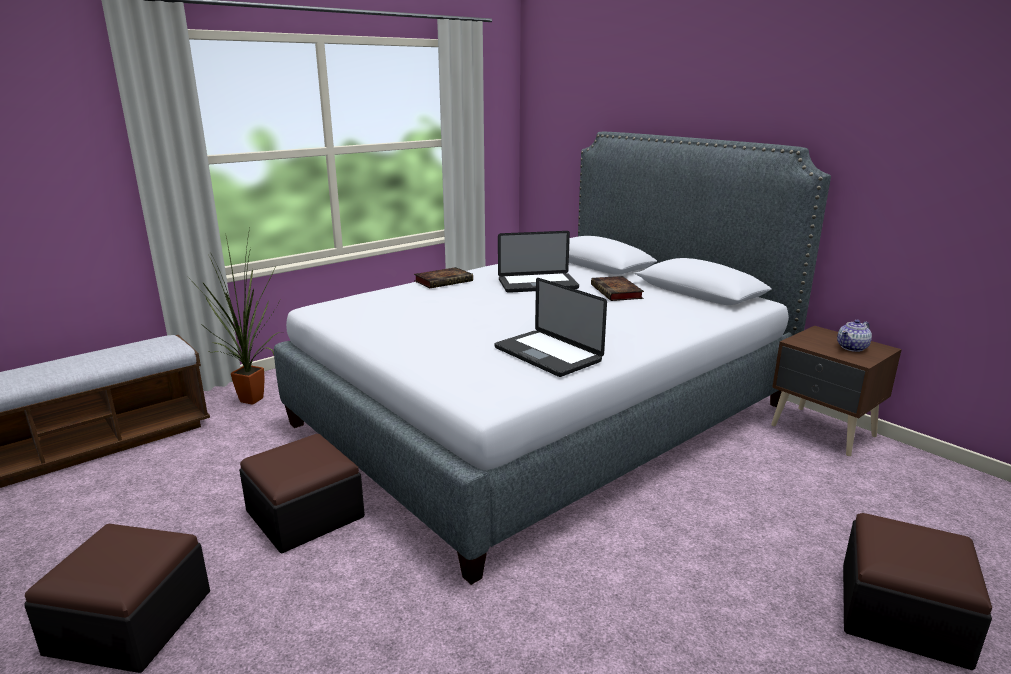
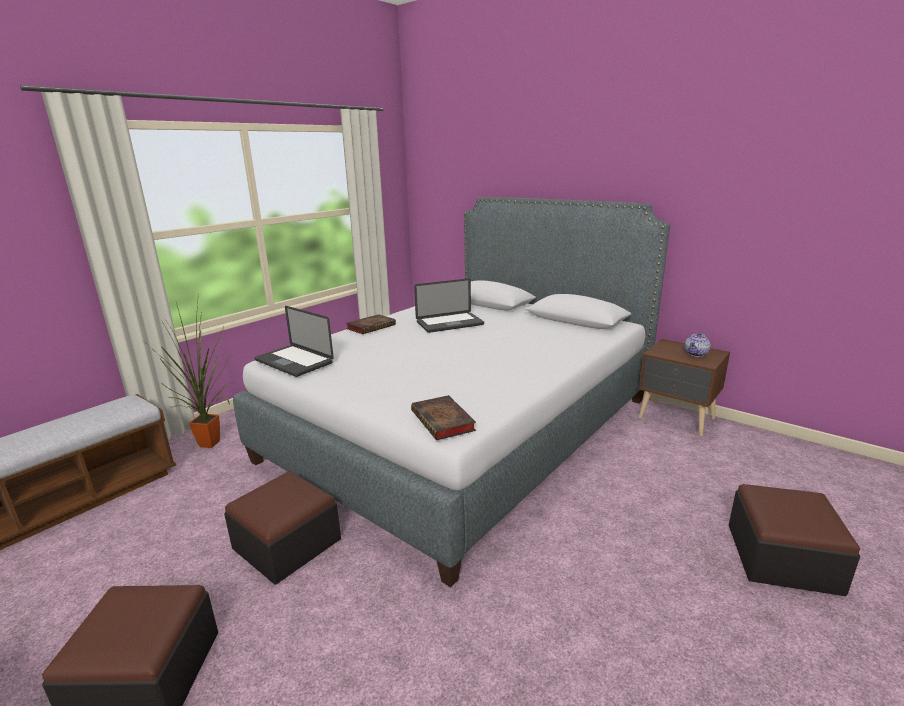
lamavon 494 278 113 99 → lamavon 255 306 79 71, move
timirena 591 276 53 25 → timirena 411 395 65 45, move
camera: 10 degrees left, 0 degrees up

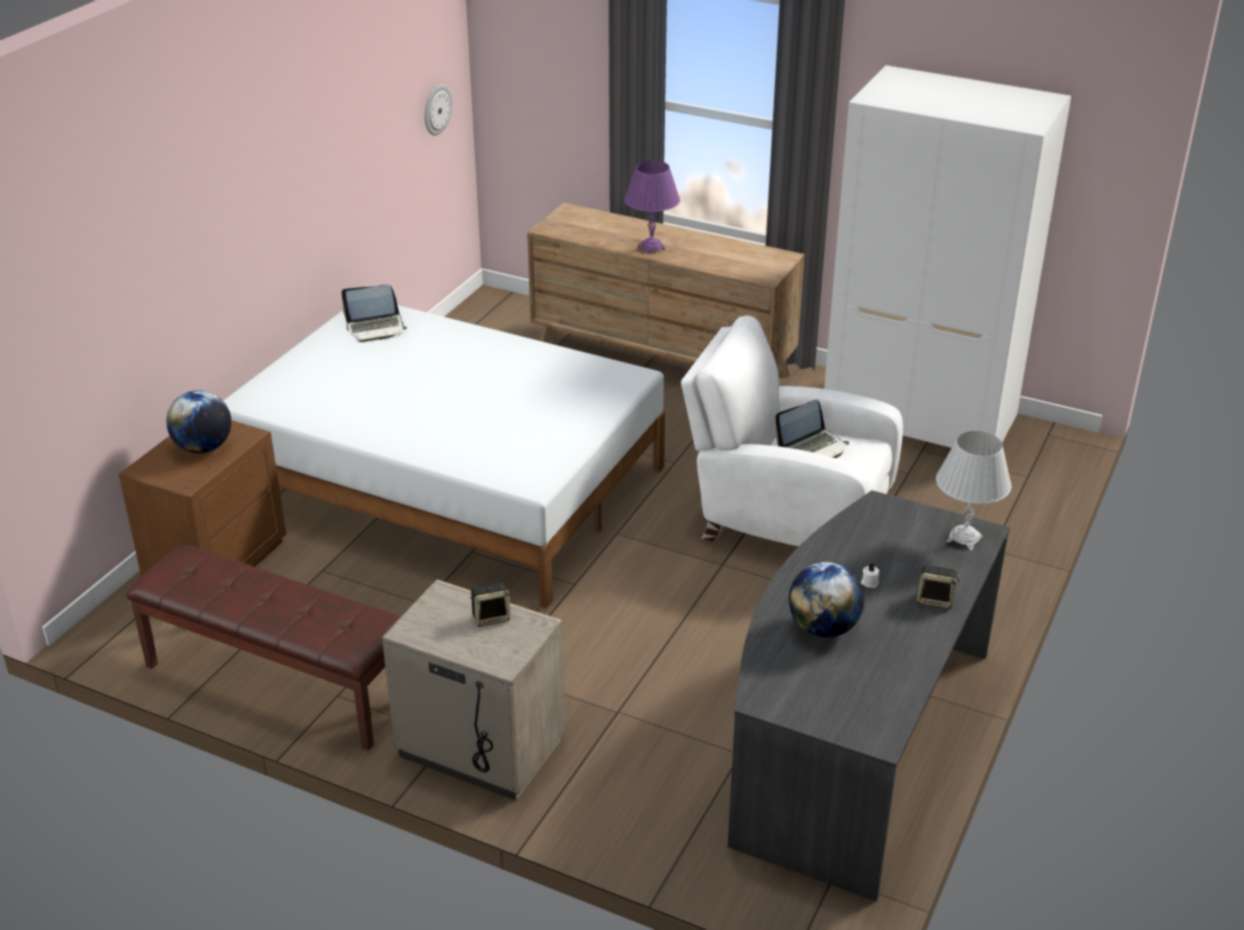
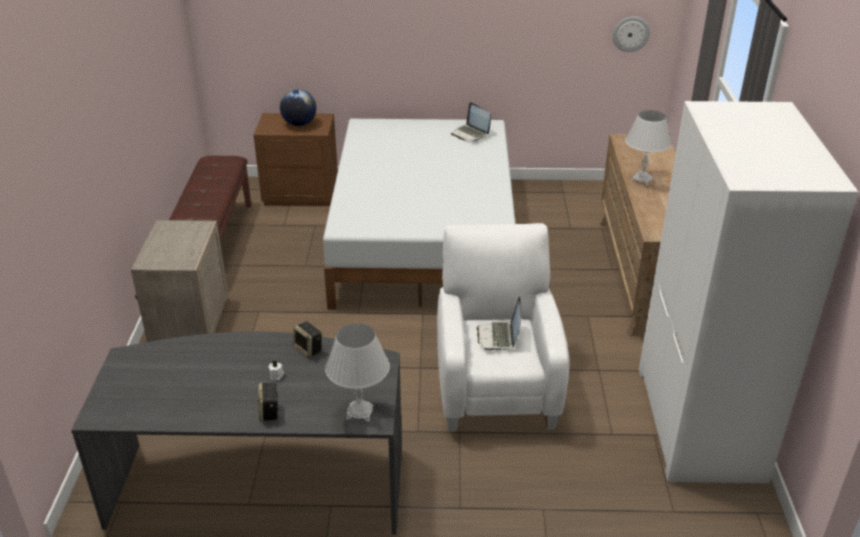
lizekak 470 582 41 45 → lizekak 293 321 28 37, move
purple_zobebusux 624 160 56 94 → white_zobebusux 625 110 46 76
lamavon 775 400 74 58 → lamavon 477 297 44 54, 60 degrees clockwise
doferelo 789 562 75 76 → -
camera: 65 degrees right, 0 degrees up

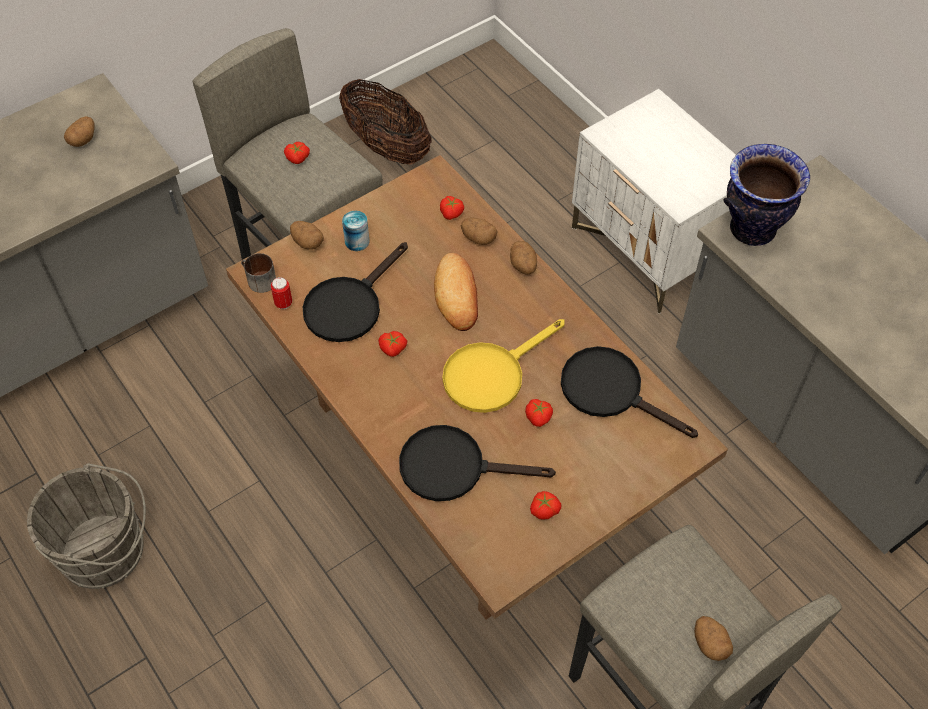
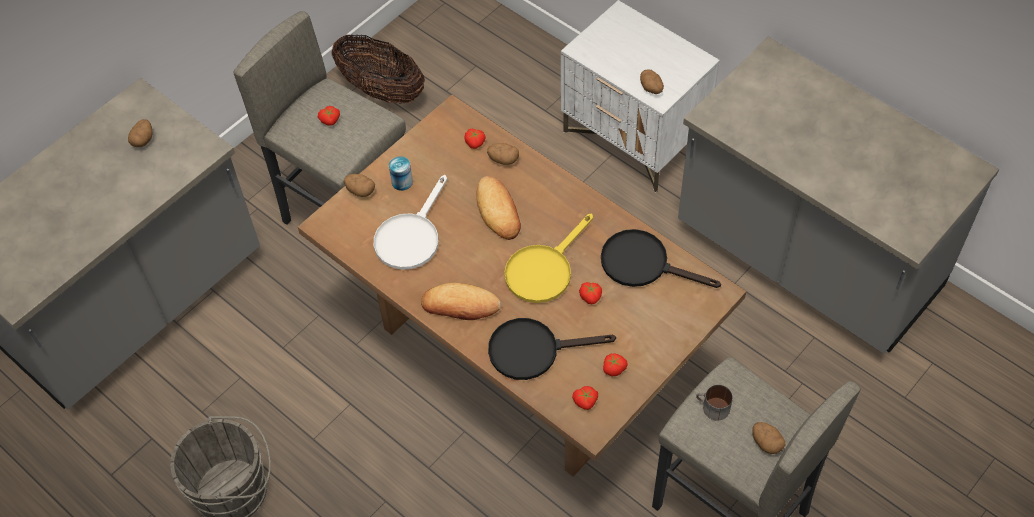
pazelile 241 253 35 40 → pazelile 696 385 37 36, move
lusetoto 271 277 21 32 → -
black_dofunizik 303 242 105 100 → white_dofunizik 374 175 73 95
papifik 378 331 29 26 → papifik 572 386 26 24, move
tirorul 510 241 27 34 → tirorul 640 69 24 25, move
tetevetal 724 144 86 102 → -
- → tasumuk 421 283 80 37
camera: 10 degrees left, 0 degrees up

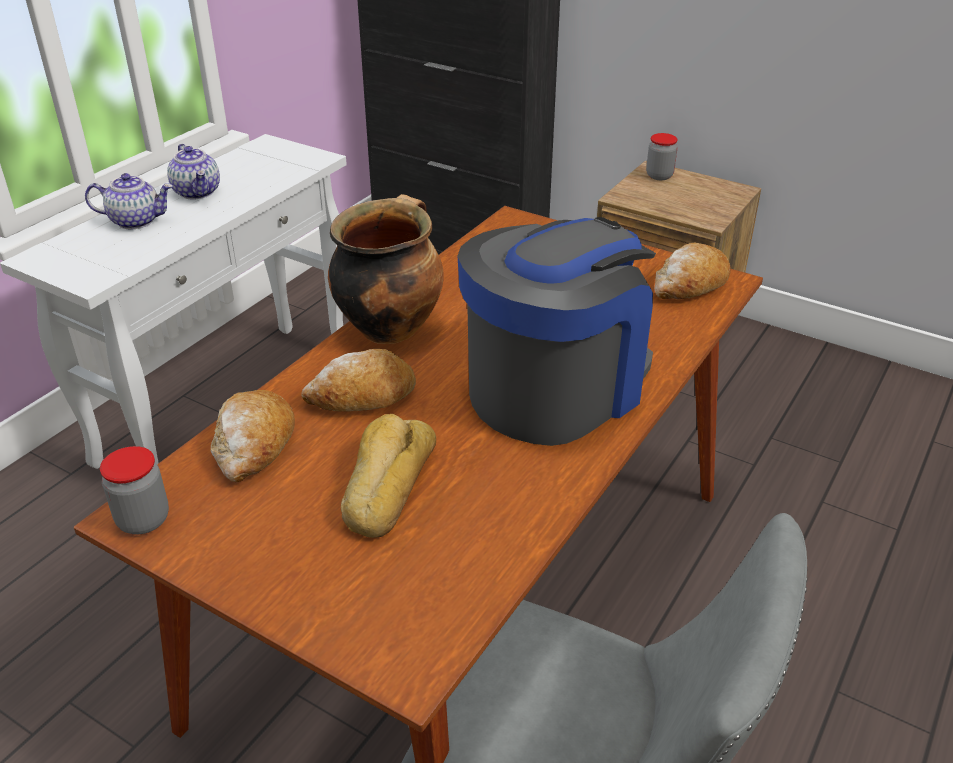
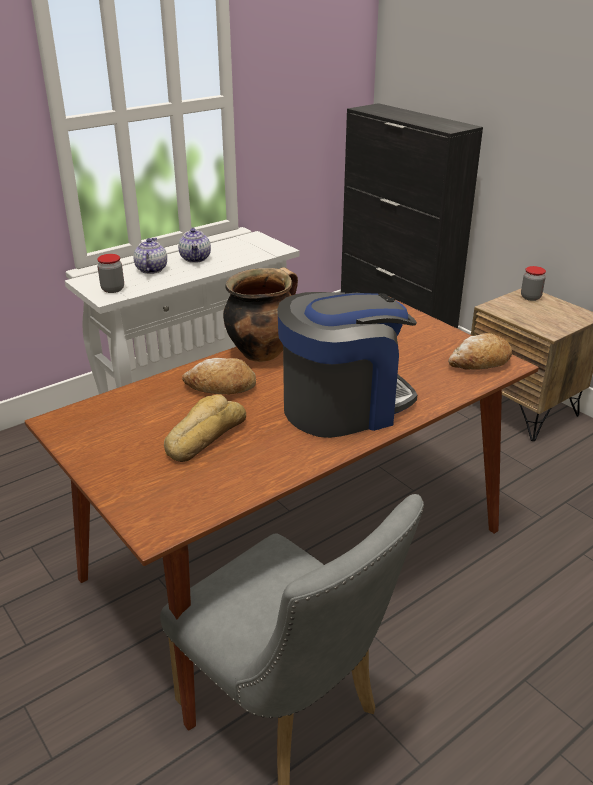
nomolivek 85 173 88 56 → nomolivek 133 238 34 36, 105 degrees counterclockwise
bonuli 100 446 69 88 → bonuli 97 254 27 39, move
tasumuk 211 390 84 92 → -
camera: 20 degrees right, 5 degrees down

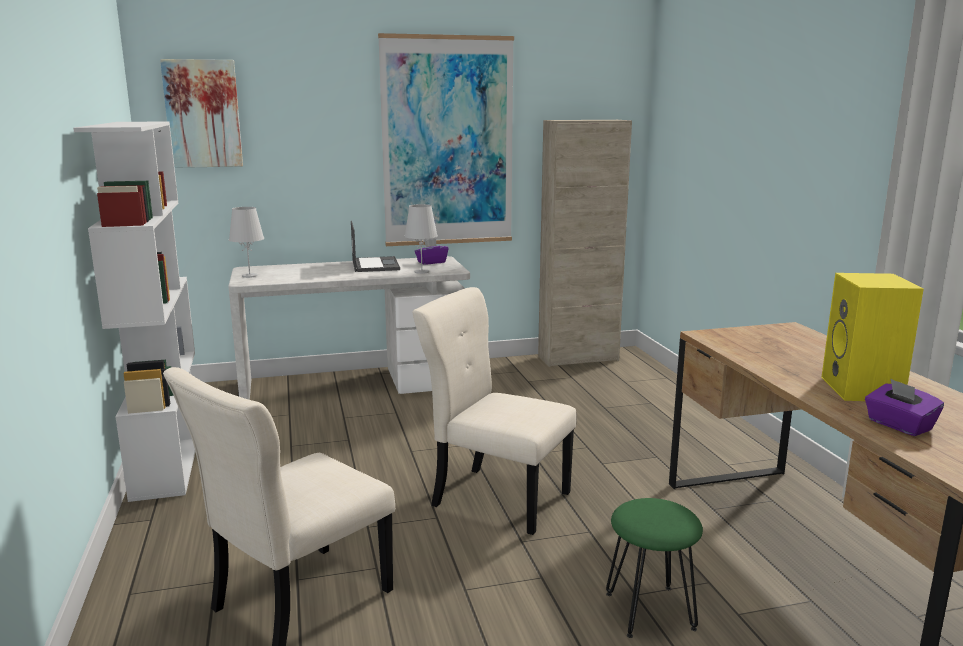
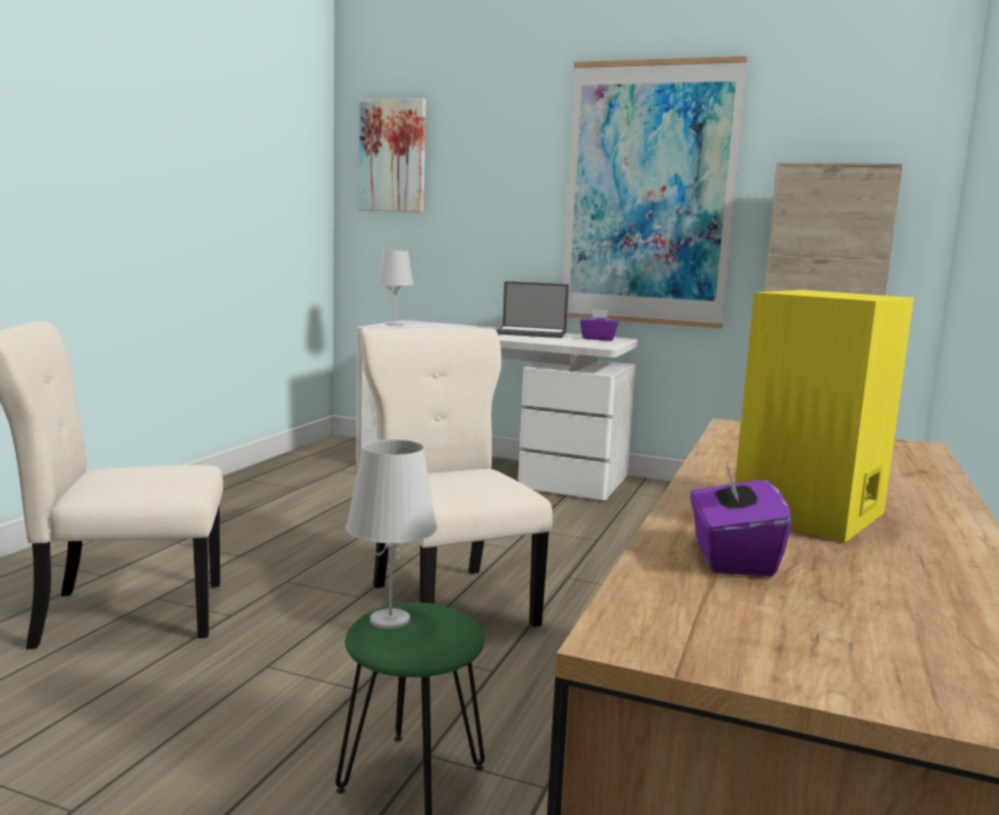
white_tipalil 73 121 122 381 → -
lamavon 351 221 49 51 → lamavon 496 281 73 57, 75 degrees clockwise
white_zobebusux 404 204 34 70 → white_zobebusux 346 439 91 190, move
camera: 35 degrees right, 5 degrees down

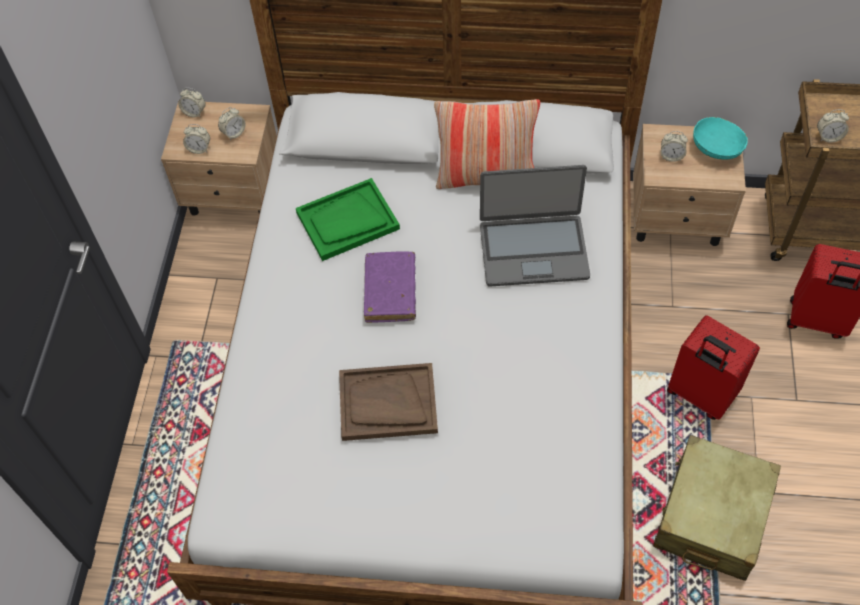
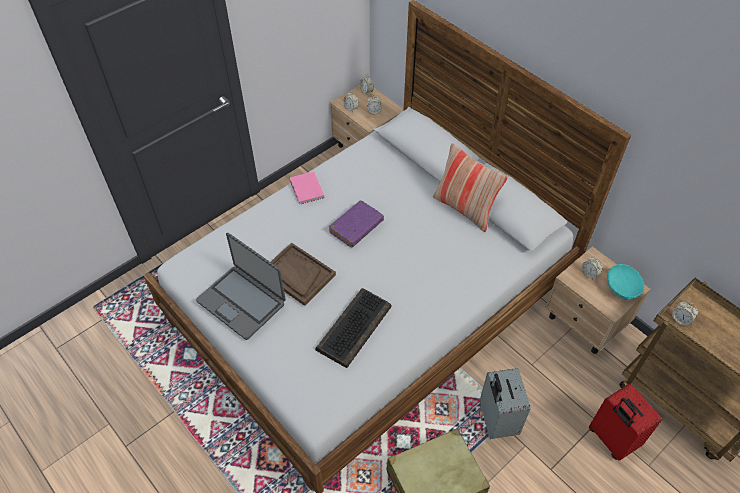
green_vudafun 296 178 104 83 → -
lamavon 480 165 110 122 → lamavon 196 233 90 107, move
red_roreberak 667 316 93 104 → grey_roreberak 480 368 51 71
- → pink_timirena 290 171 35 34
- → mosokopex 315 288 77 80
camera: 40 degrees right, 5 degrees down

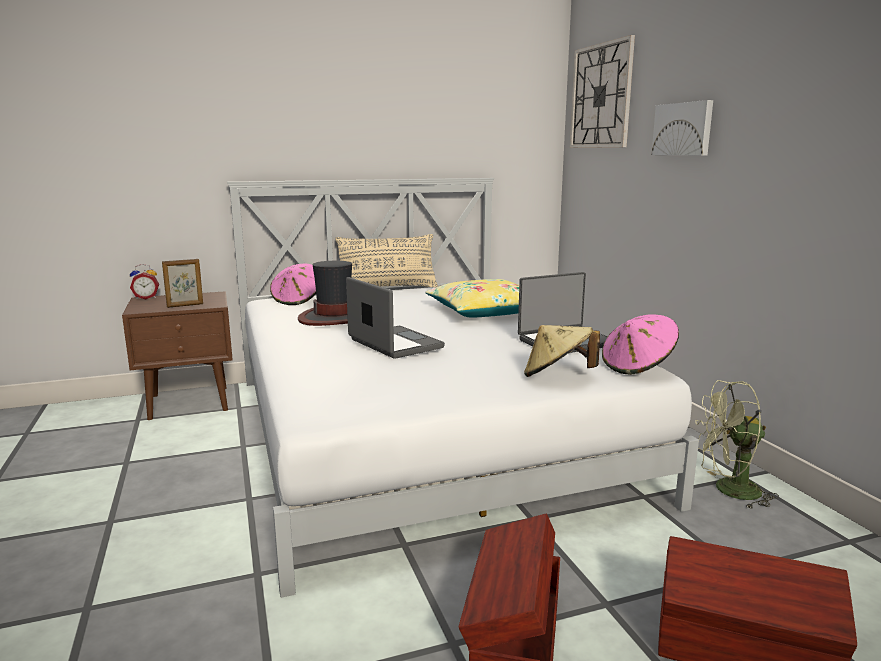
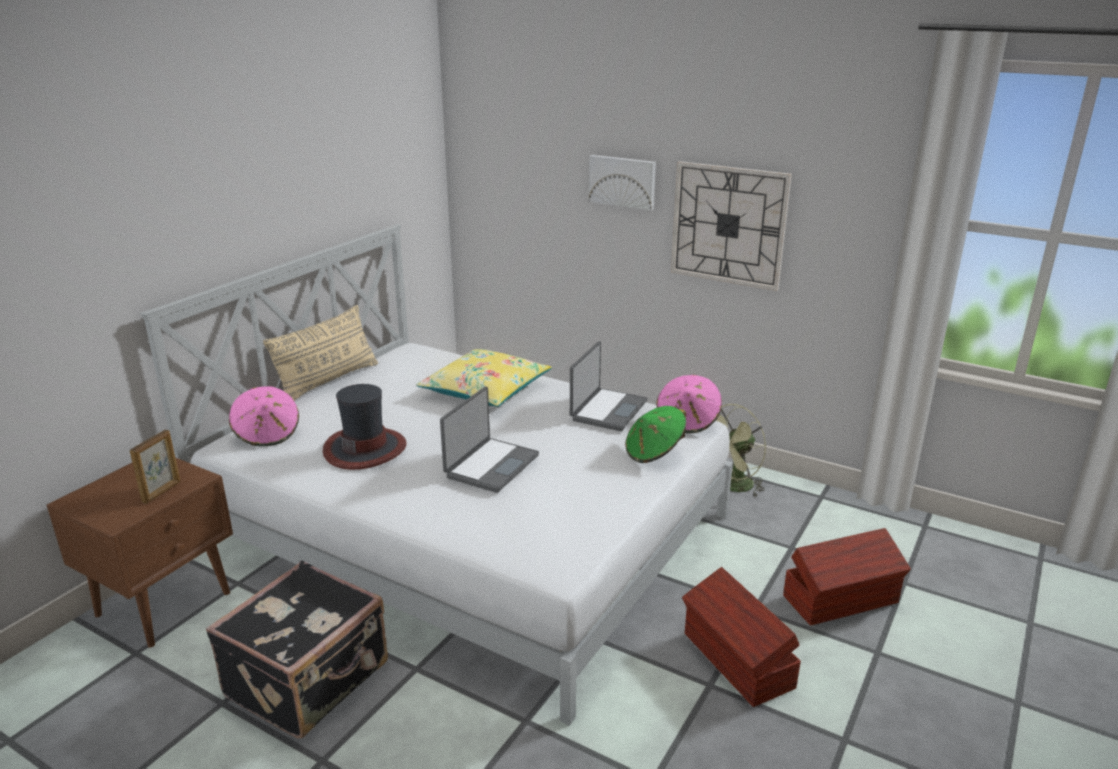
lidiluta 130 264 29 36 → -
lamavon 346 277 99 82 → lamavon 440 387 99 106, 105 degrees clockwise
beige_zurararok 524 325 76 52 → green_zurararok 625 406 61 57
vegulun 570 35 65 113 → vegulun 671 161 121 130, move
- → black_roreberak 206 561 182 177
camera: 40 degrees left, 10 degrees up

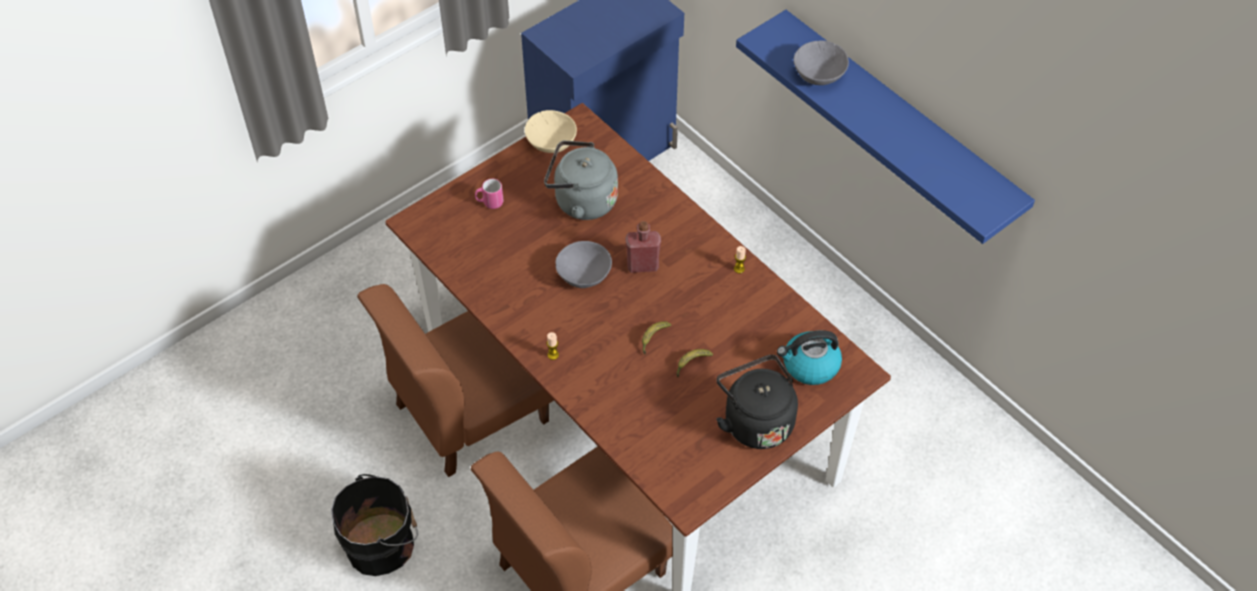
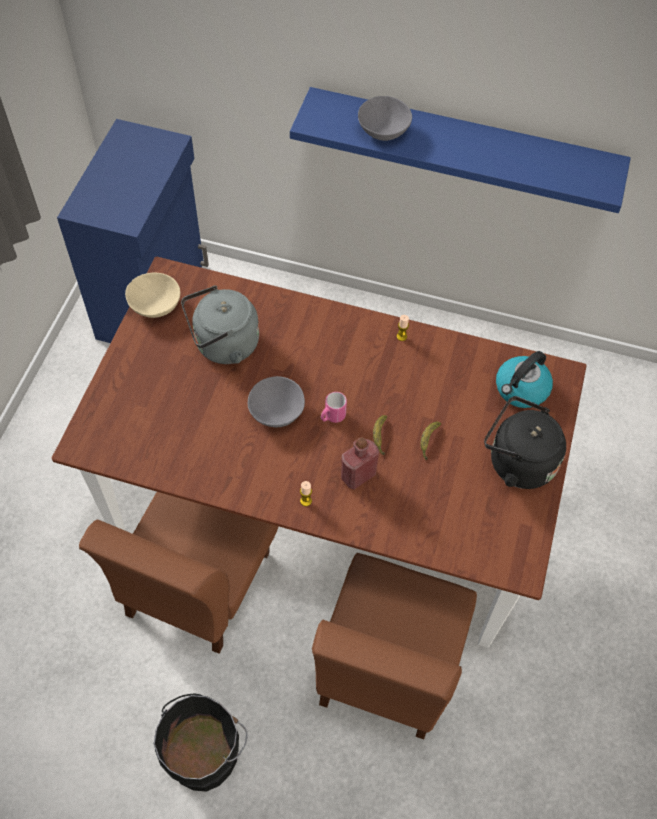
pink_pazelile 475 179 28 30 → pink_pazelile 321 392 26 31, move
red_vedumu 625 221 36 52 → red_vedumu 341 437 38 52, move
camera: 35 degrees left, 5 degrees up

